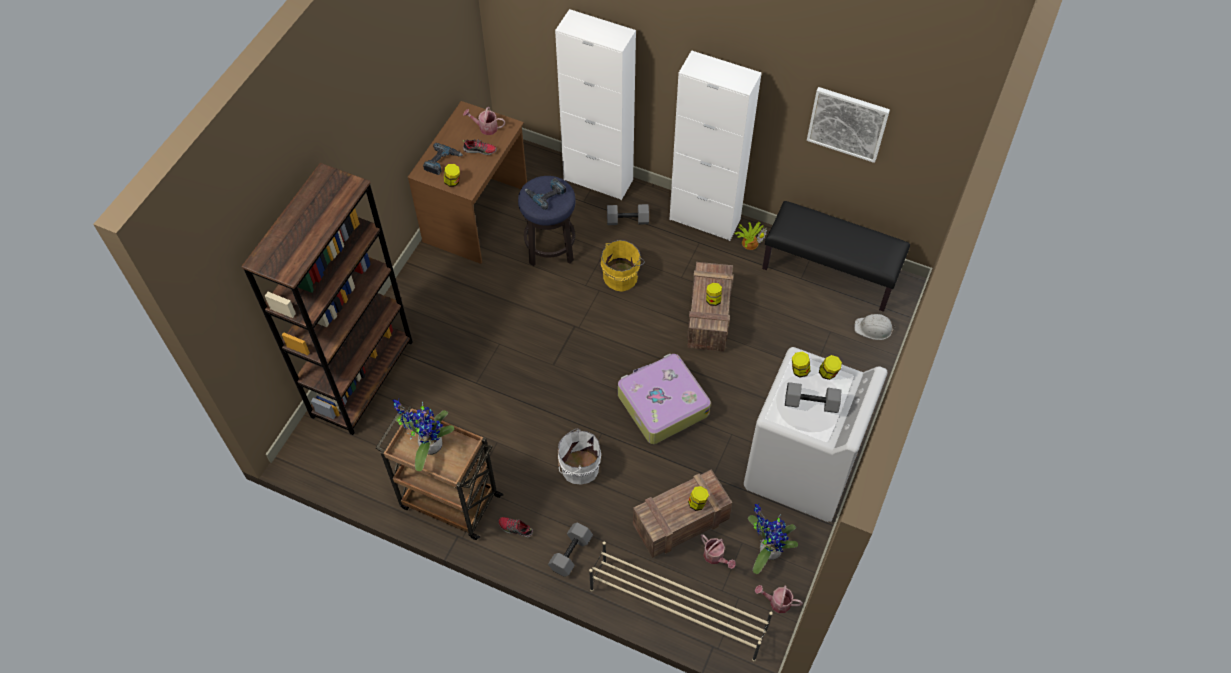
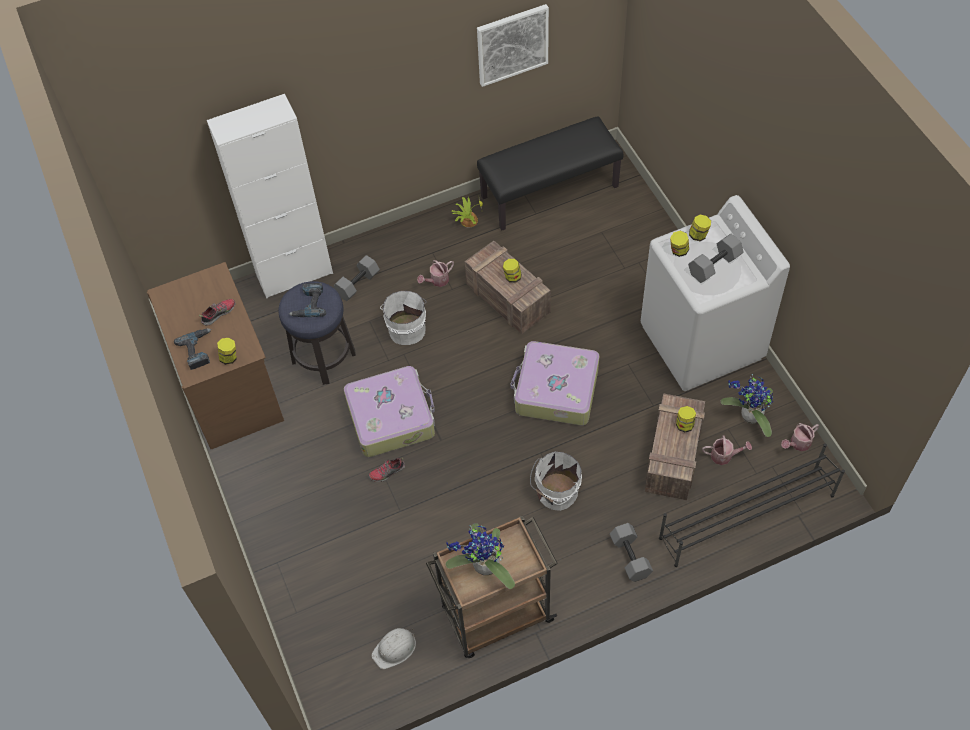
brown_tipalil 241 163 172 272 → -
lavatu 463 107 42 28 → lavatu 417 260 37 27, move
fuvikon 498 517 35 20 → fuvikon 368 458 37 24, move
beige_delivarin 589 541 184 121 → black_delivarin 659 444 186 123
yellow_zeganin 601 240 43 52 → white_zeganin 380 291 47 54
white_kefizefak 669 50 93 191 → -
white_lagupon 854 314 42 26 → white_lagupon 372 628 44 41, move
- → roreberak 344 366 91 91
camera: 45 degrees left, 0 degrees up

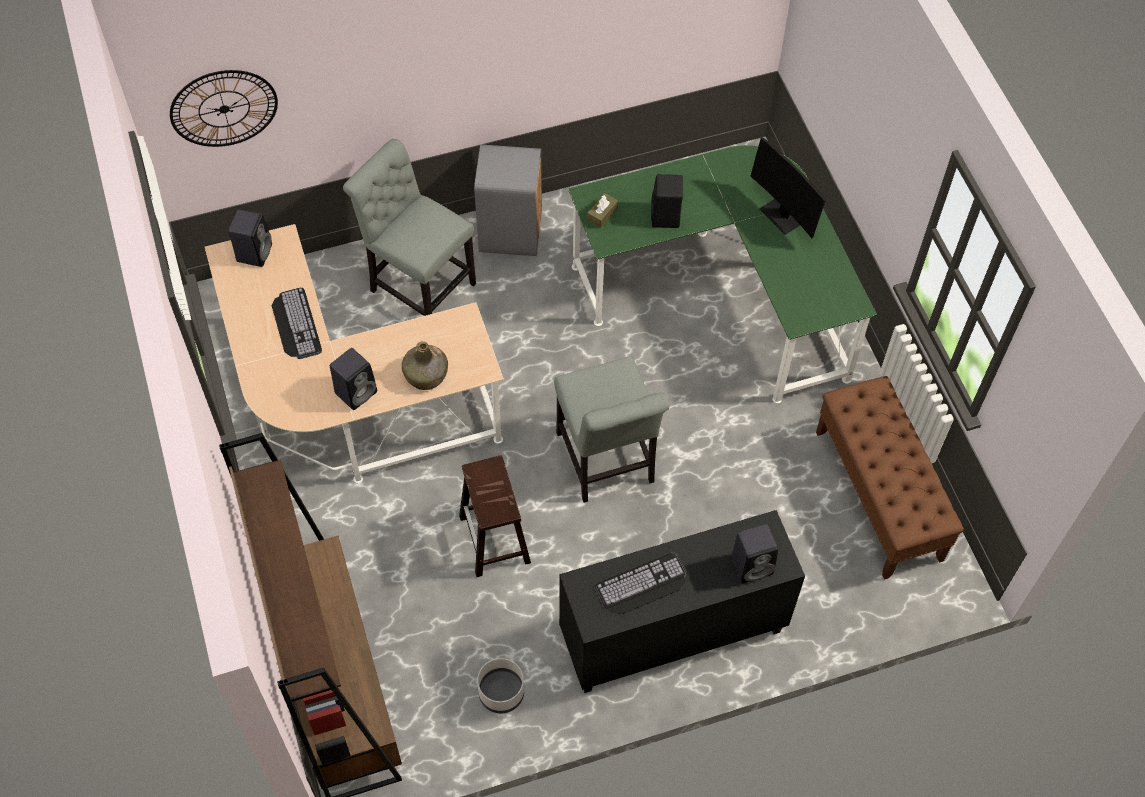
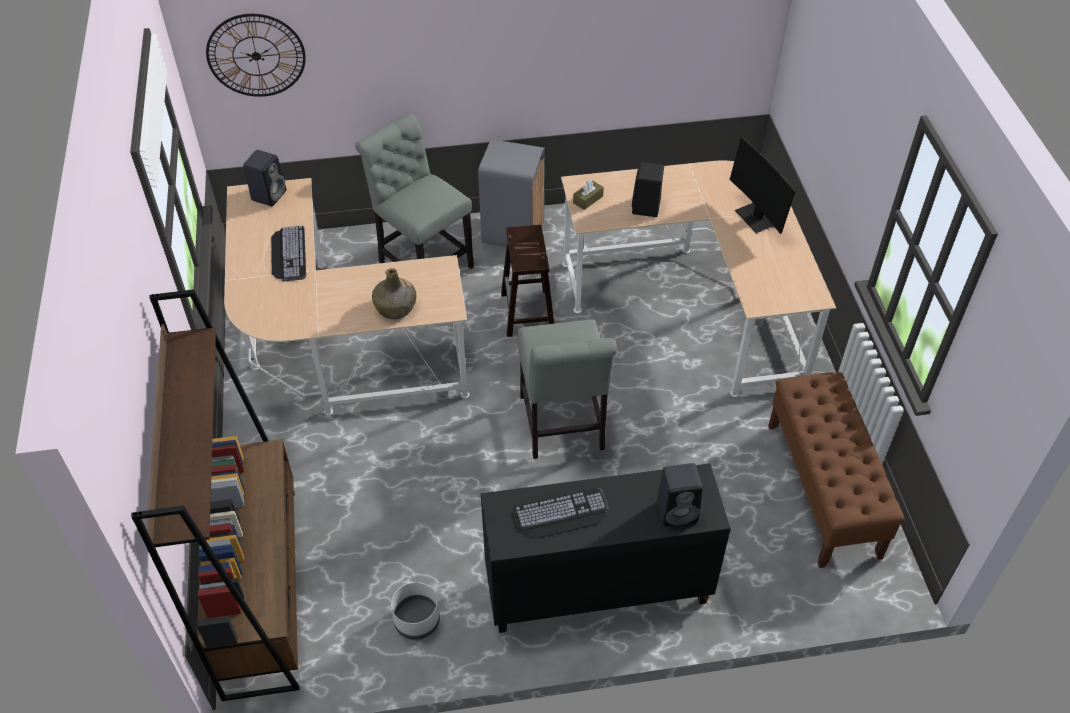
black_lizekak 330 348 47 62 → -
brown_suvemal 459 455 72 122 → brown_suvemal 501 225 53 112, move
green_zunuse 568 145 309 258 → beige_zunuse 561 160 275 237
camera: 10 degrees right, 10 degrees down

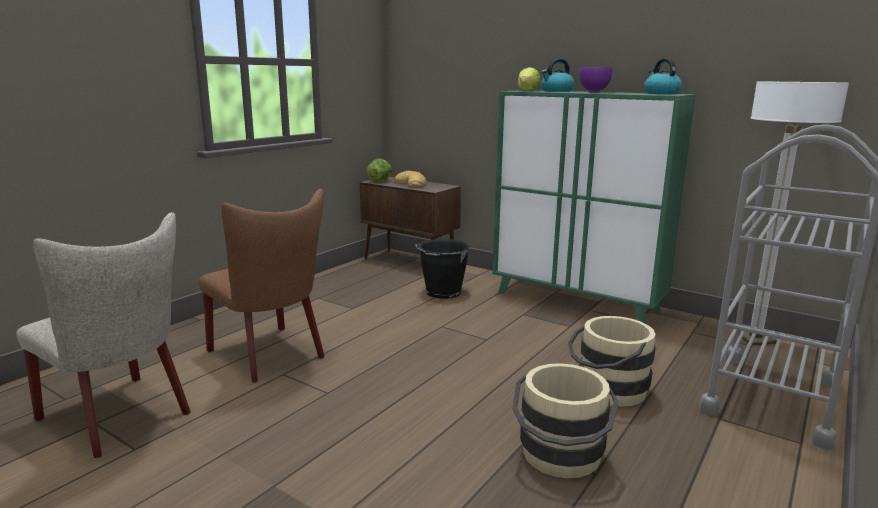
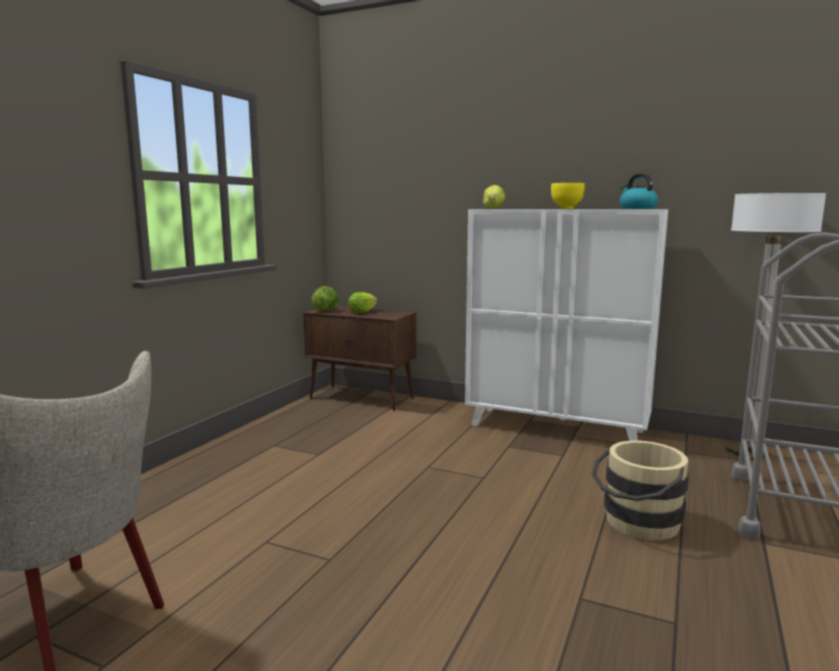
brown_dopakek 199 189 126 194 → -
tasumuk 395 171 31 16 → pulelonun 348 292 29 21
black_zeganin 416 239 54 60 → -
green_kefizefak 493 90 202 234 → white_kefizefak 465 209 203 232
beige_zeganin 512 363 107 116 → -
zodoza 541 59 34 33 → -
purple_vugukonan 579 67 34 25 → yellow_vugukonan 551 183 34 26
camera: 10 degrees left, 5 degrees down

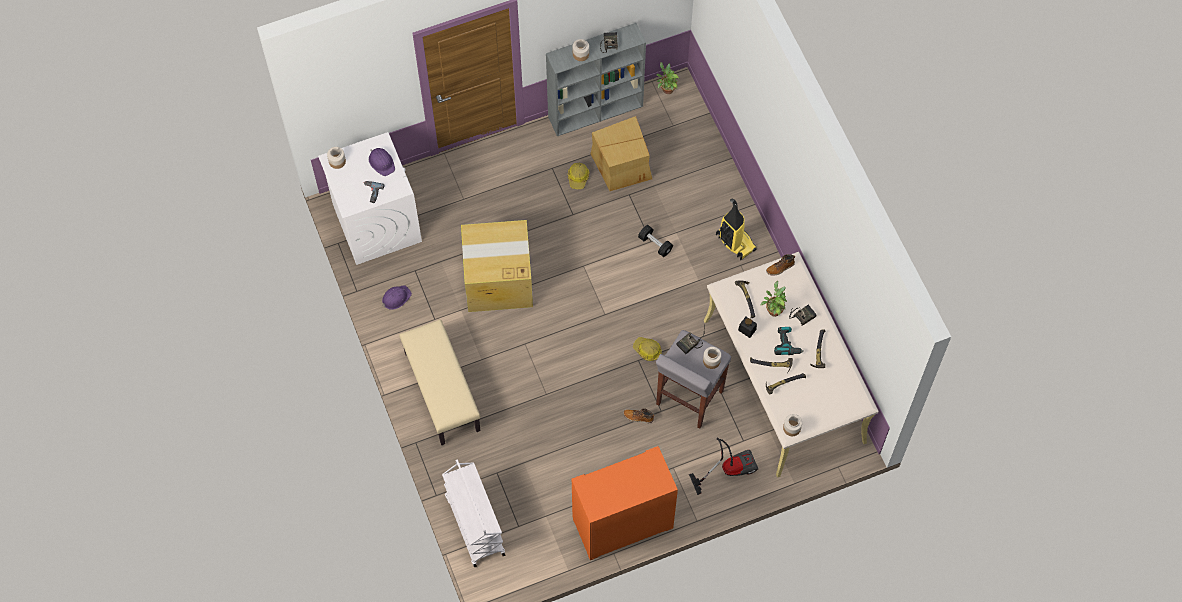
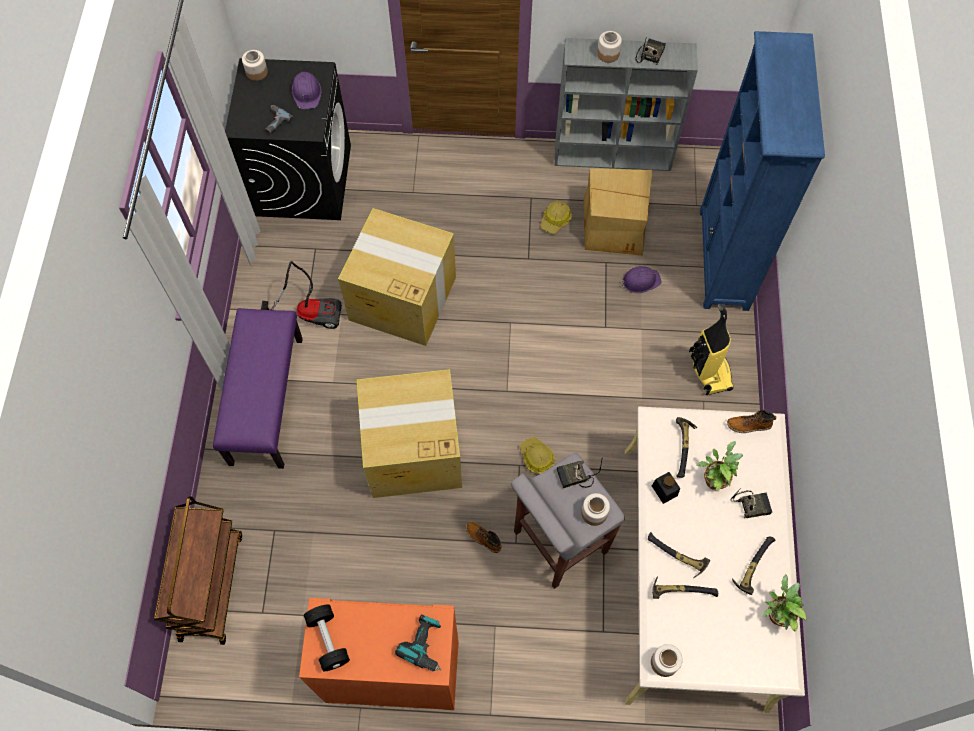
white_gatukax 318 132 104 133 → black_gatukax 225 58 126 162
purple_lagupon 382 285 30 25 → purple_lagupon 621 266 40 27, move
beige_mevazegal 399 319 81 126 → purple_mevazegal 213 308 90 161
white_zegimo 442 459 63 108 → brown_zegimo 154 496 88 149
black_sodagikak 638 225 35 32 → black_sodagikak 304 604 46 67, move
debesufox 656 62 24 32 → debesufox 763 574 44 57, move
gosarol 689 438 69 57 → gosarol 261 261 81 68, move
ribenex 774 327 30 28 → ribenex 395 614 46 57, move
- → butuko 357 369 105 129
- → blue_tipalil 700 31 125 280
camera: 25 degrees right, 0 degrees up

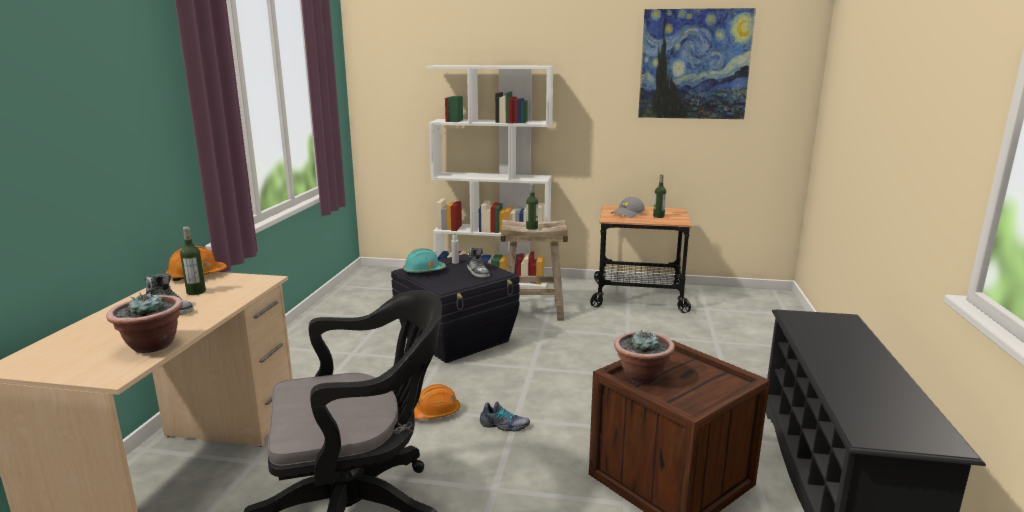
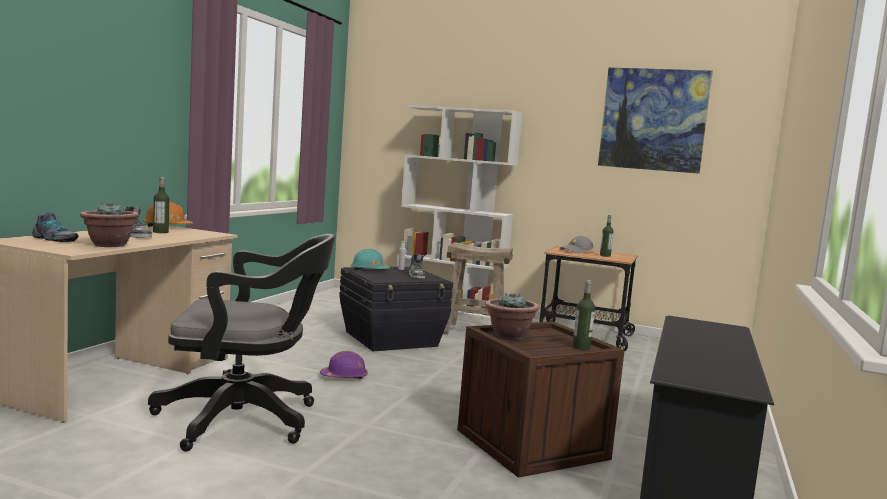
orange_lagupon 414 384 46 35 → purple_lagupon 320 351 48 28
fuvikon 480 401 50 31 → fuvikon 32 213 47 29, move
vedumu 526 184 12 46 → vedumu 572 280 23 70, move
camera: 10 degrees right, 10 degrees down

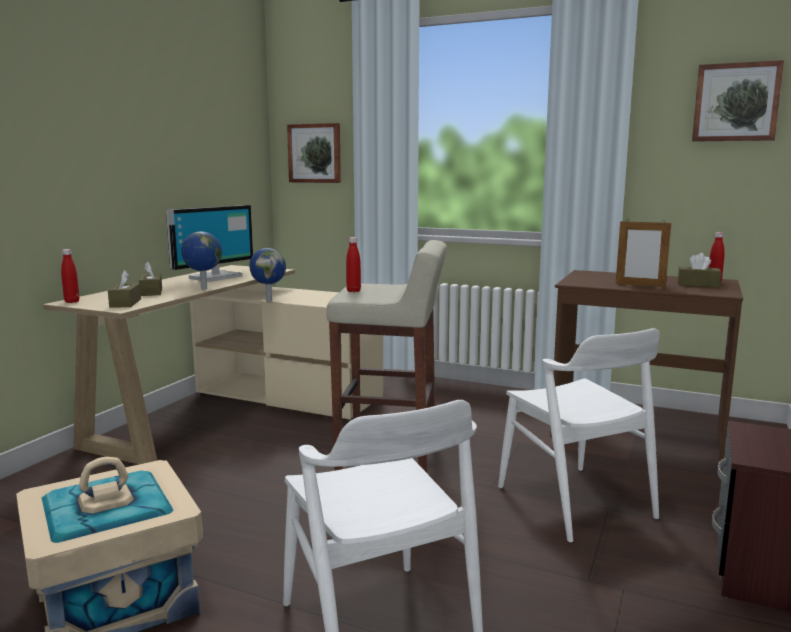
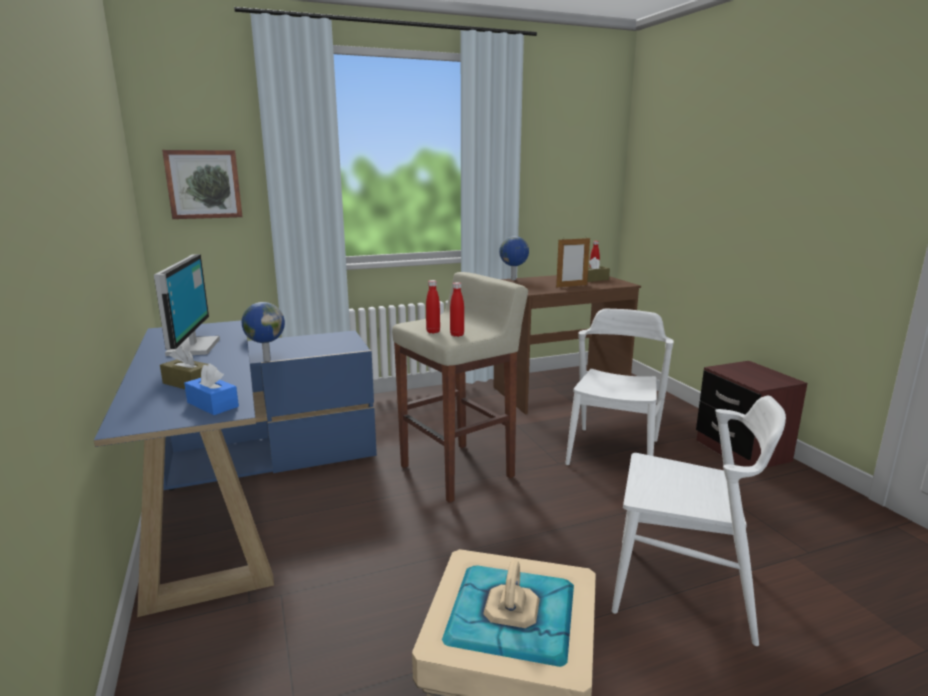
beige_zunuse 43 265 340 199 → blue_zunuse 94 320 283 297
red_vedumu 61 249 19 54 → red_vedumu 450 282 14 55, move
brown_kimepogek 108 270 33 38 → blue_kimepogek 184 363 55 52
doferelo 181 231 41 59 → doferelo 499 236 30 44, move
white_dopakek 498 328 162 215 → white_dopakek 565 309 109 156, 90 degrees counterclockwise
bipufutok 692 60 92 82 → -
camera: 45 degrees left, 5 degrees up

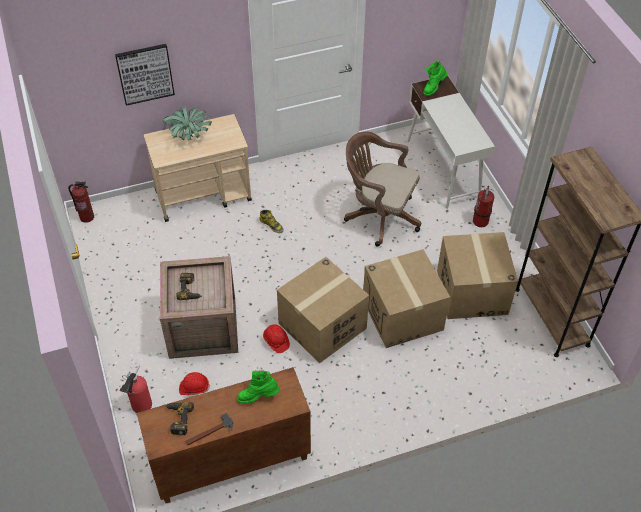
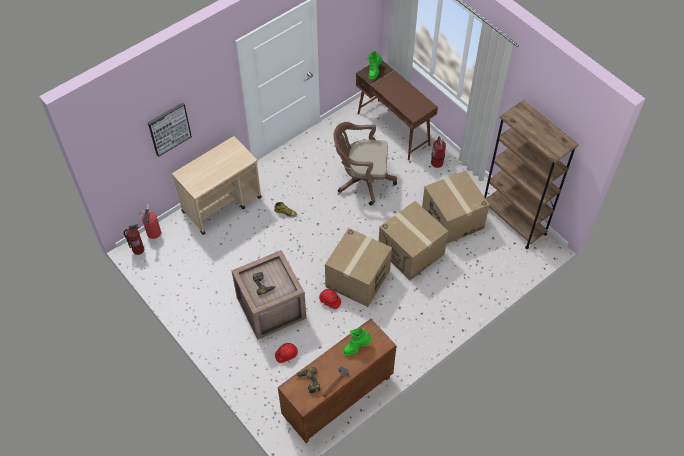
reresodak 120 365 32 48 → reresodak 139 204 22 35, move
debesufox 162 106 50 34 → -
white_zunuse 407 75 88 134 → brown_zunuse 356 60 82 100
camera: 20 degrees left, 5 degrees up

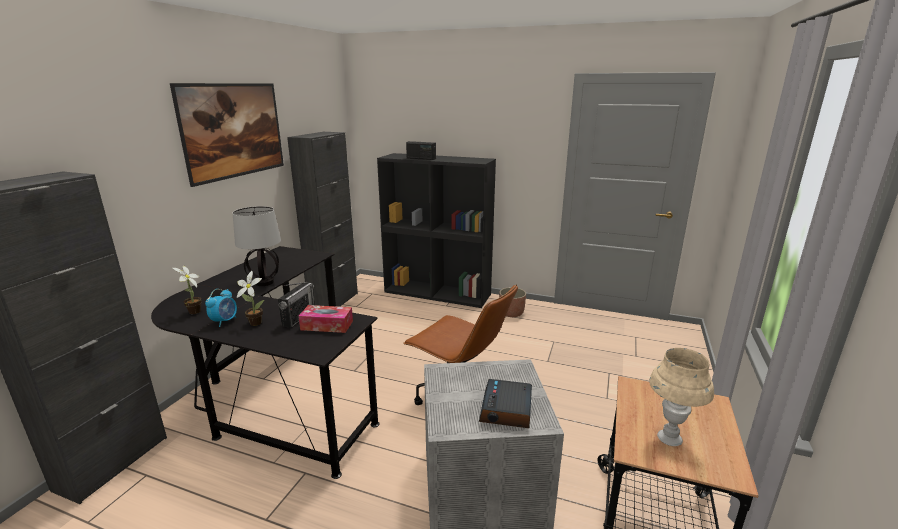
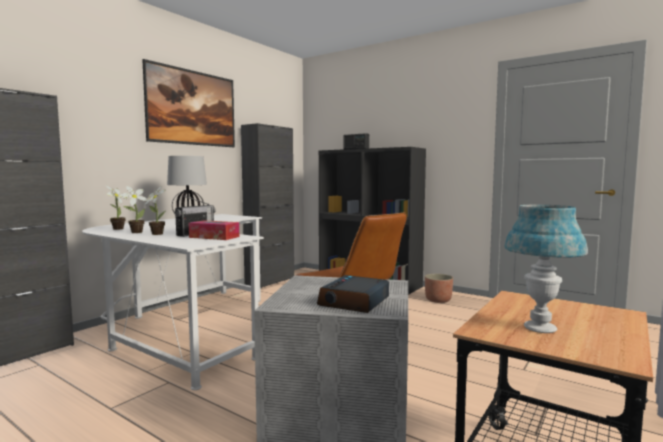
black_zunuse 151 246 228 233 → white_zunuse 82 214 182 176
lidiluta 205 289 32 38 → debesufox 119 186 29 47
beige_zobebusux 649 348 65 98 → blue_zobebusux 504 205 84 128
camera: 15 degrees right, 15 degrees down

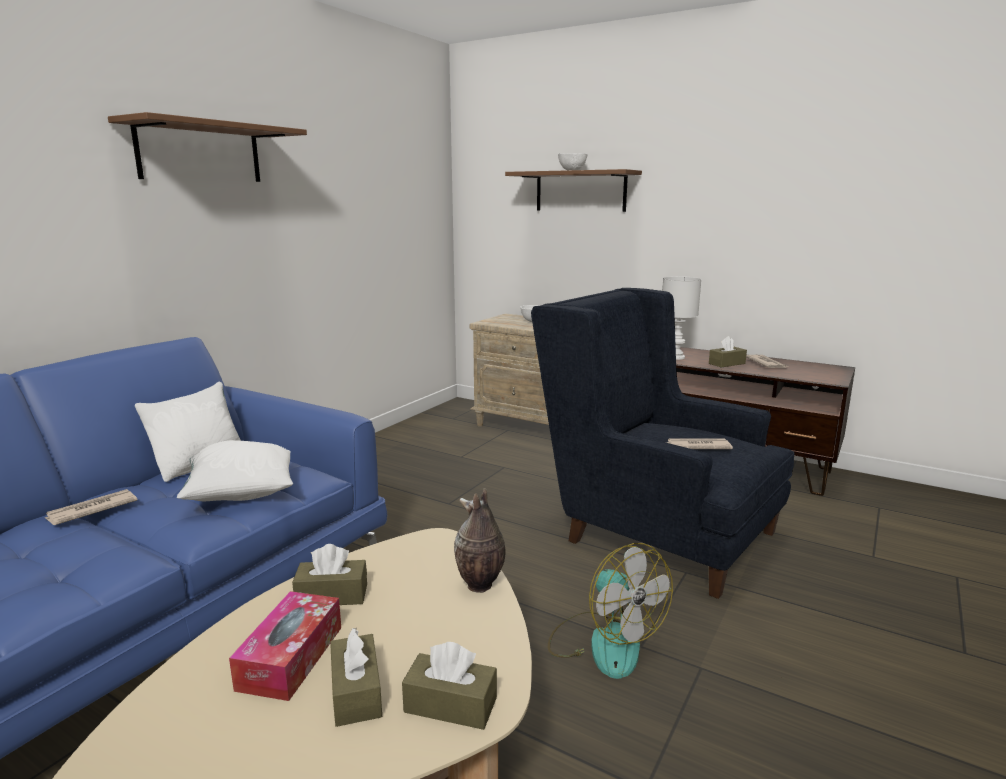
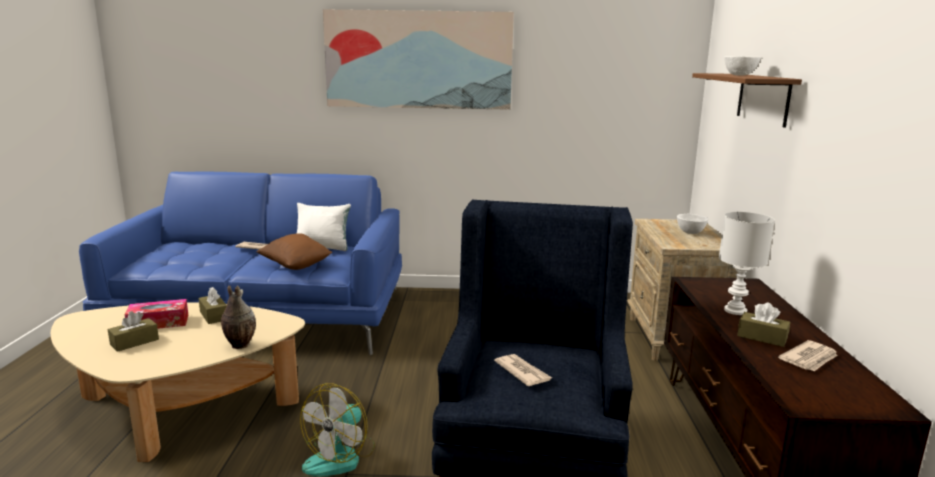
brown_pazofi 108 112 199 70 → bipufutok 323 9 191 101
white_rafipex 177 440 116 61 → brown_rafipex 257 233 75 37
brown_kimepogek 402 642 95 88 → -
camera: 60 degrees right, 0 degrees up

